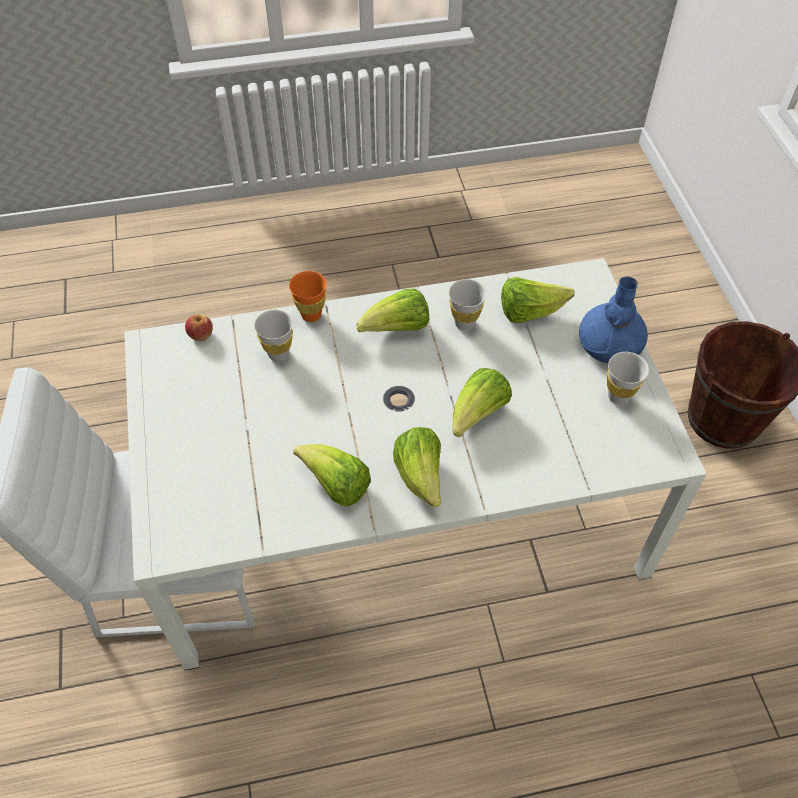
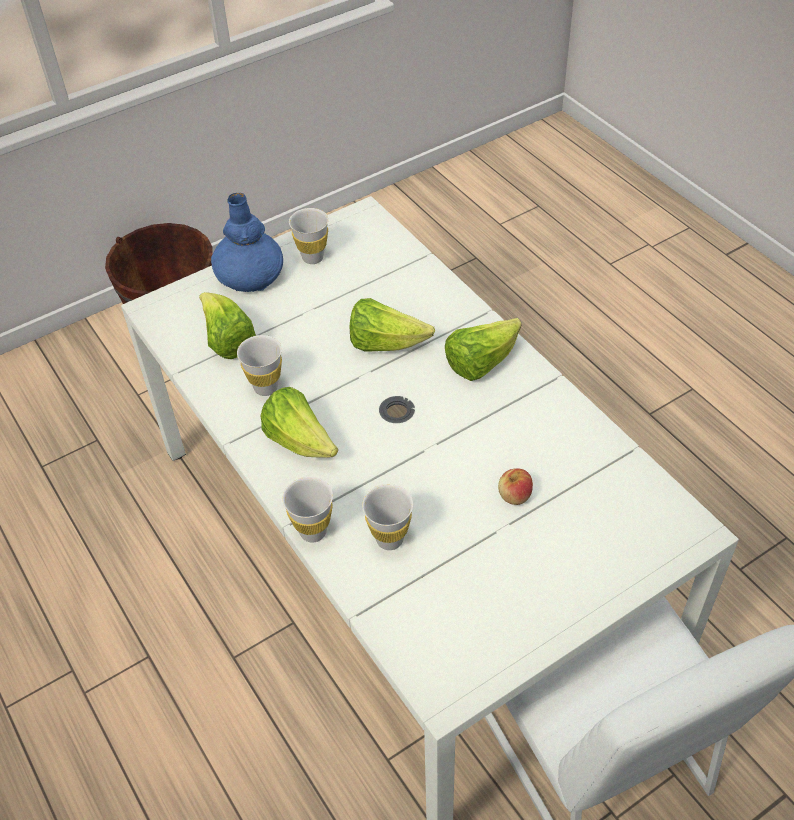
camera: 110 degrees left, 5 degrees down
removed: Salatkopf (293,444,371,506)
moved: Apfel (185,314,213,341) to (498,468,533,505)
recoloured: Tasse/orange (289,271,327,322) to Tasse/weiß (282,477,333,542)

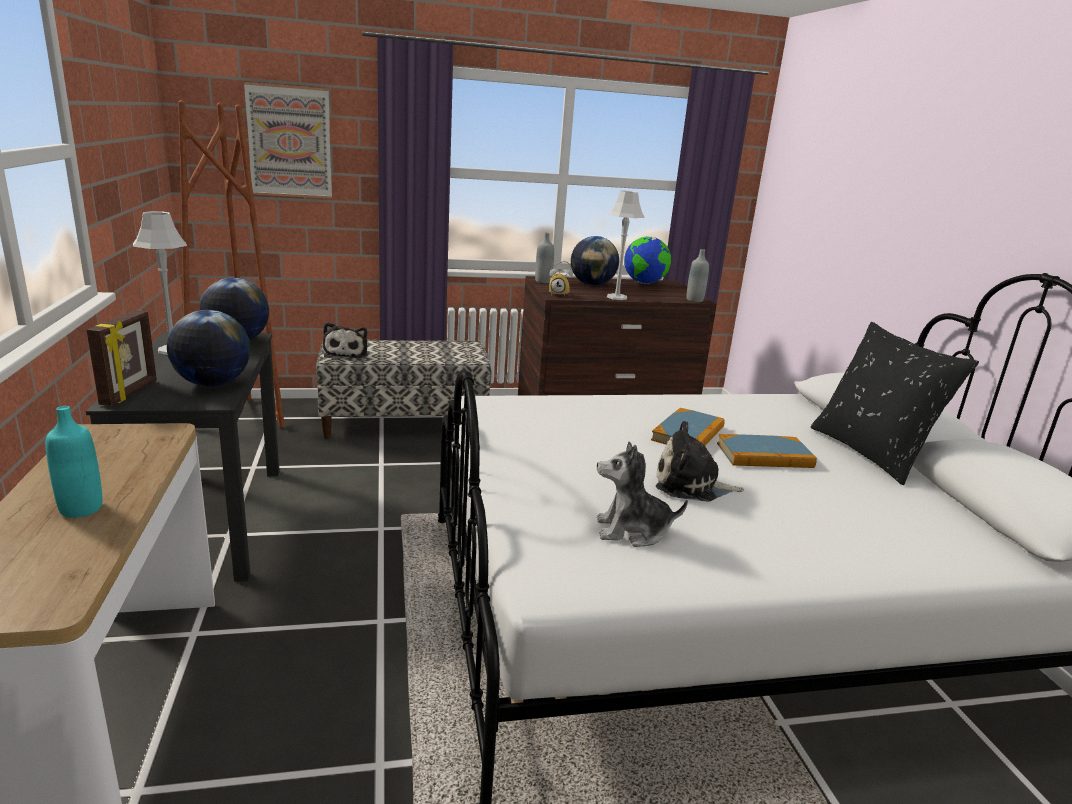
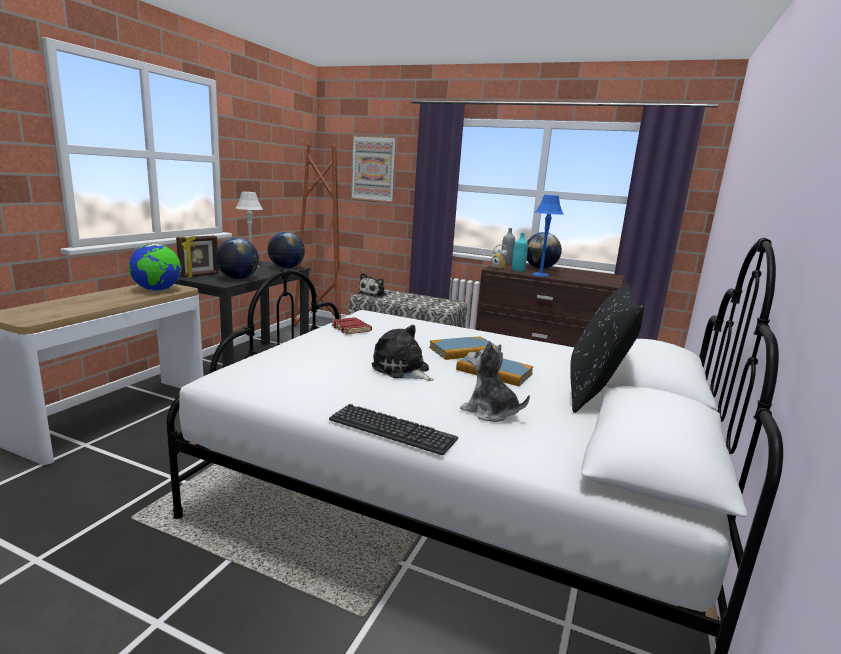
camera: 35 degrees right, 5 degrees down
removed: Flasche/grau (687,249,709,302)
added: Tastatur (329,404,458,455); Buch/rot (332,317,372,334)
moved: Flasche/türkis (46,406,102,518) to (512,233,528,272); Plüschtier (597,441,688,547) to (460,341,530,422); Globus (624,236,671,284) to (129,244,181,291)
recoloured: Tischlampe/grau (607,190,644,300) to Tischlampe/blau (533,195,563,277)

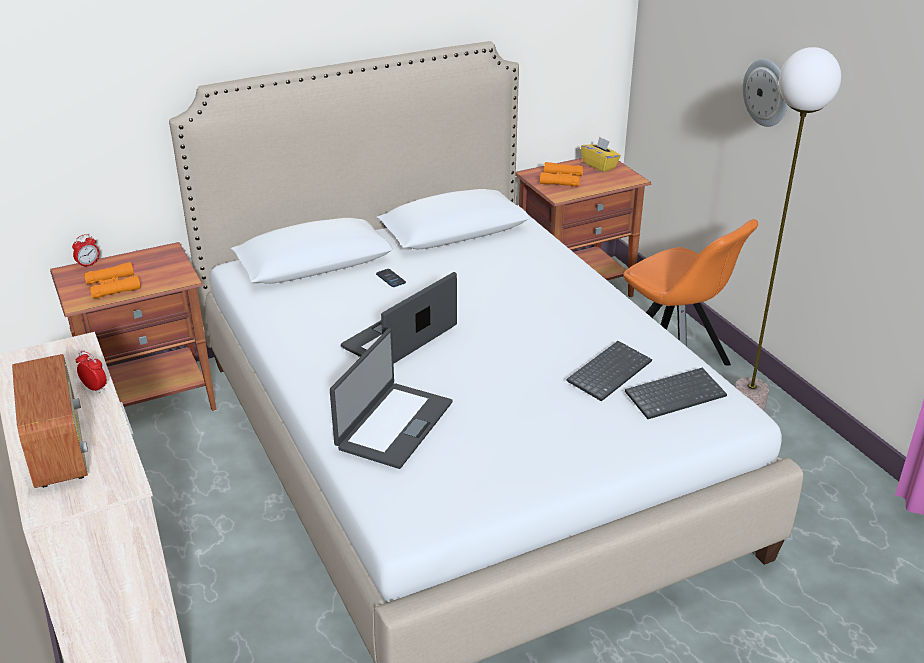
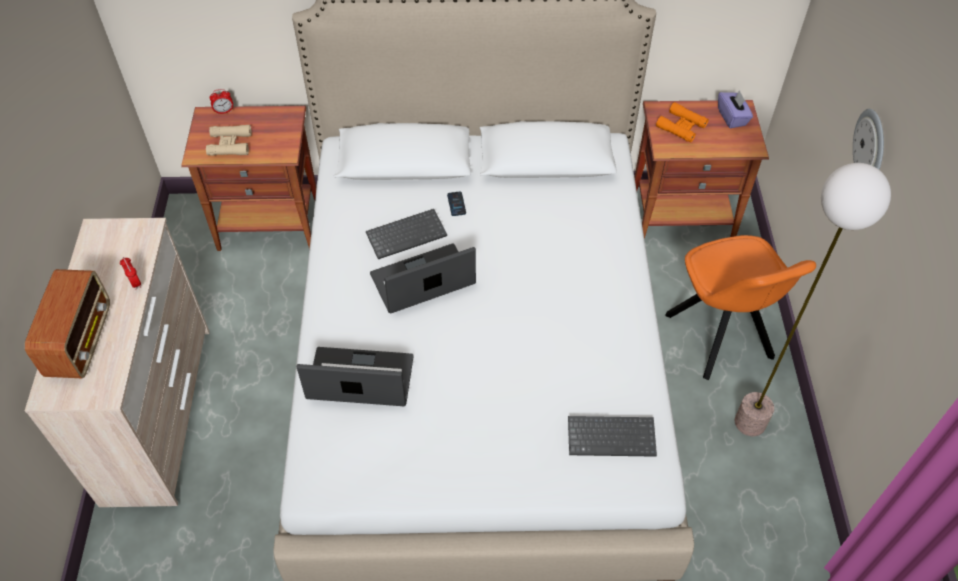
camera: 25 degrees right, 20 degrees up
moved: Tastatur (566,341,652,401) to (366,209,447,259)
recoloured: Fernglas/orange (84,262,141,299) to Fernglas/beige (206,125,252,156); Taschentuchbox/gelb (581,136,621,172) to Taschentuchbox/lila (718,90,753,128)
turned: Laptop (330,329,453,469) = (297,347,414,406) 135 degrees counterclockwise

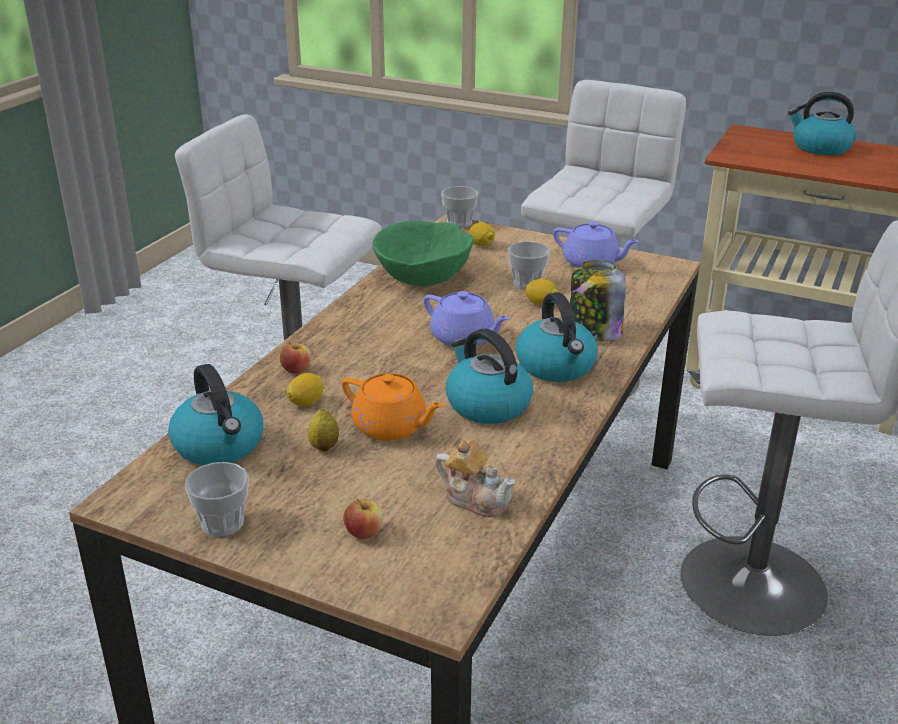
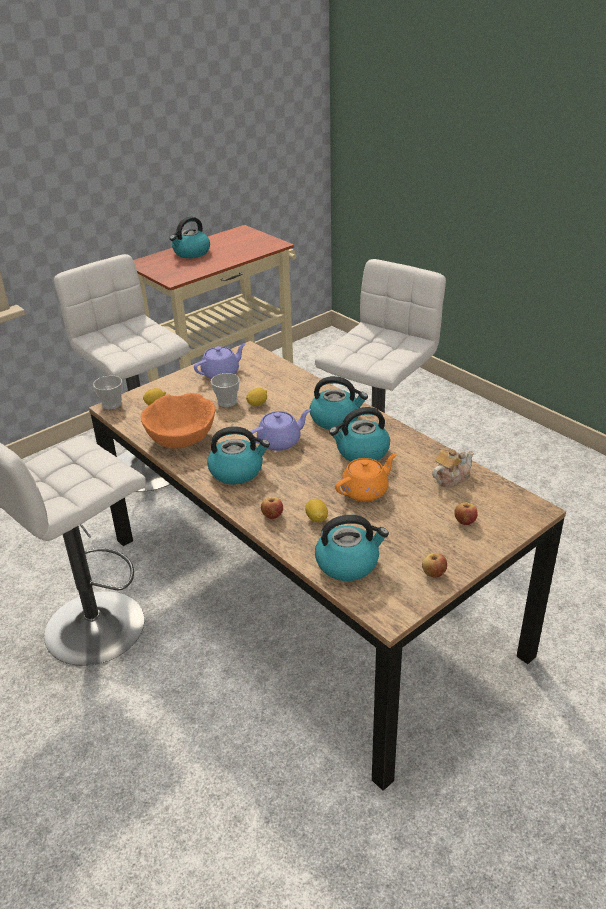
camera: 65 degrees left, 5 degrees up
removed: Zitrone (308,408,339,451); Vorratsglas (570,260,626,342)
added: Wasserkessel (207,426,270,484)
replaced: Tasse (185,462,249,537) to Apfel (422,553,447,578)
recoloured: Schüssel/grün (372,221,474,286) to Schüssel/orange (141,393,215,448)

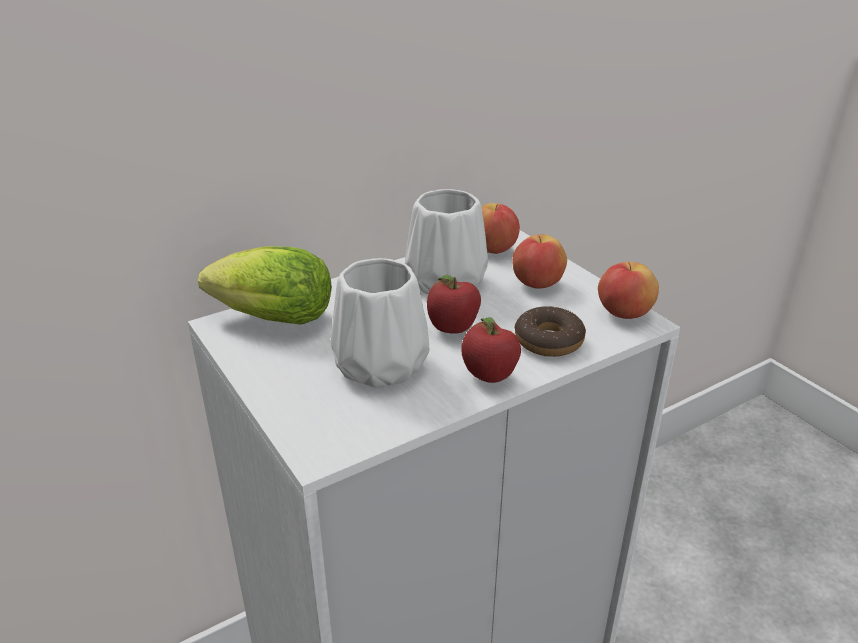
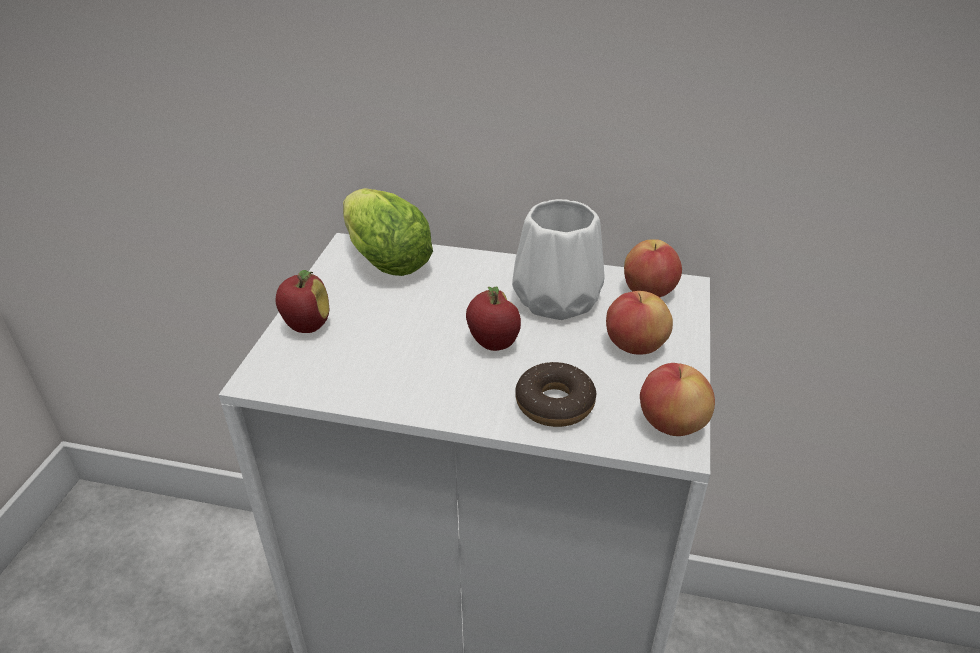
camera: 45 degrees right, 5 degrees up
removed: Vase/weiß (331,258,430,388)
moved: Apfel (461,317,521,383) to (276,270,329,333)

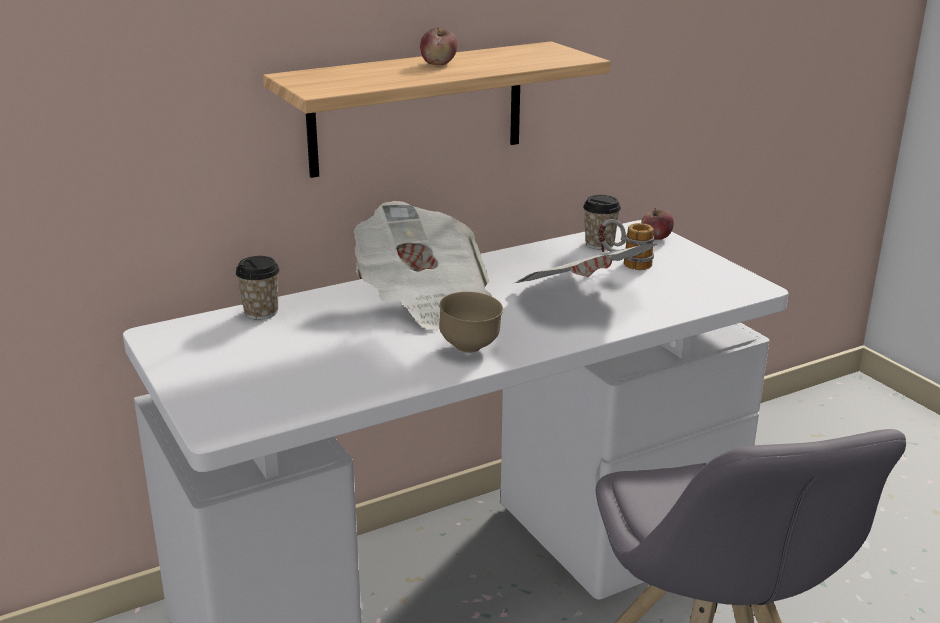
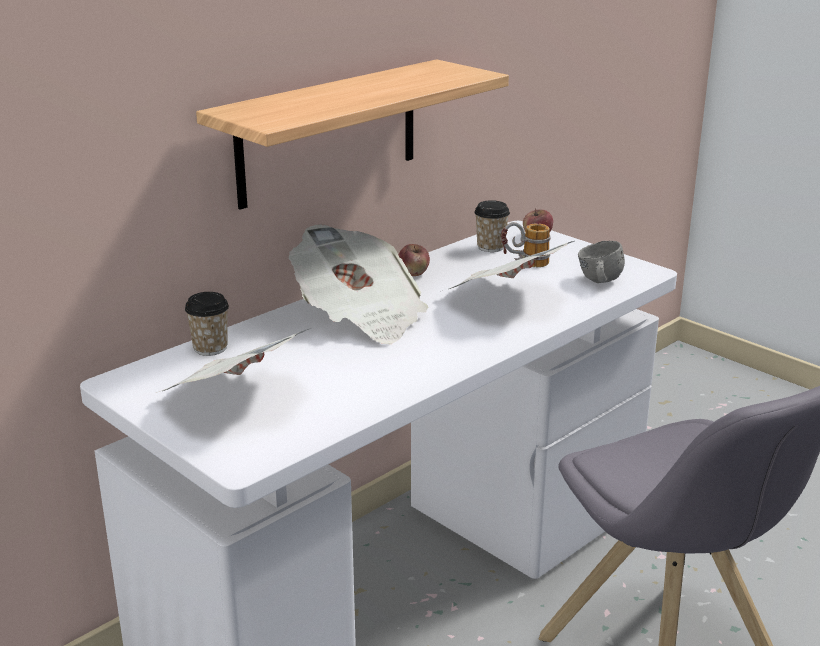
camera: 15 degrees left, 0 degrees up
removed: Schüssel/braun (439,292,503,353)
added: Zeitung (156,328,312,393); Henkelbecher/grau (578,241,625,283)
moved: Apfel (420,27,457,65) to (398,244,430,276)

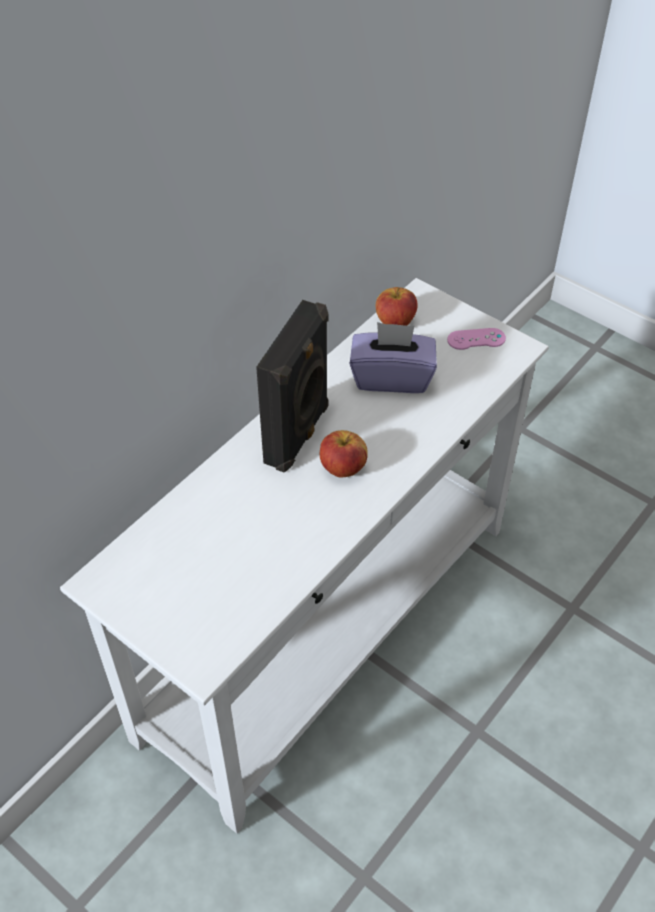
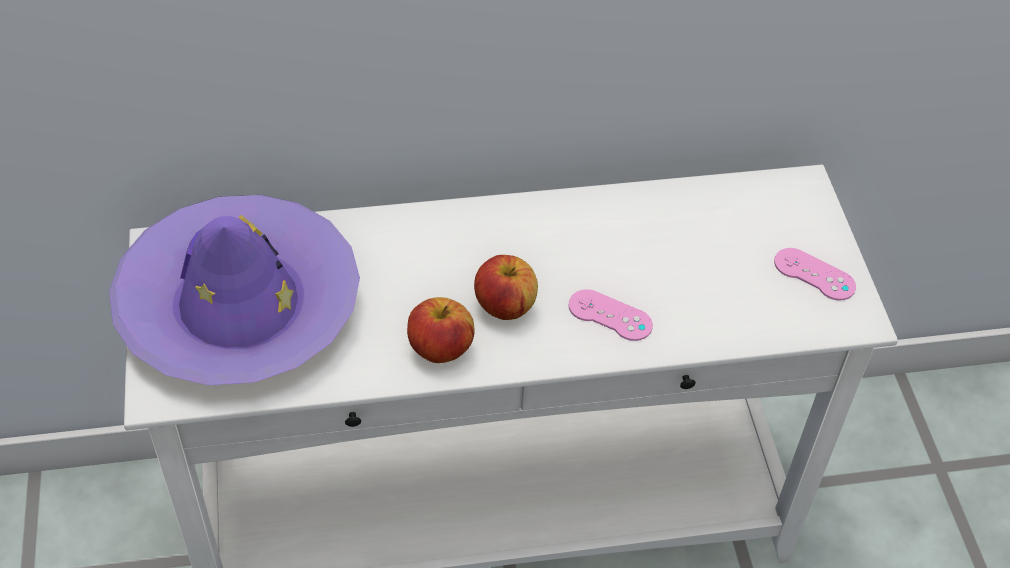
camera: 40 degrees right, 0 degrees up
removed: Lautsprecher/schwarz (256,300,328,473); Taschentuchbox/lila (349,322,437,393)
added: Hut/lila (109,195,360,385); Gamepad/rosa (568,289,653,341)
moved: Apfel (376,287,417,326) to (407,297,474,363)

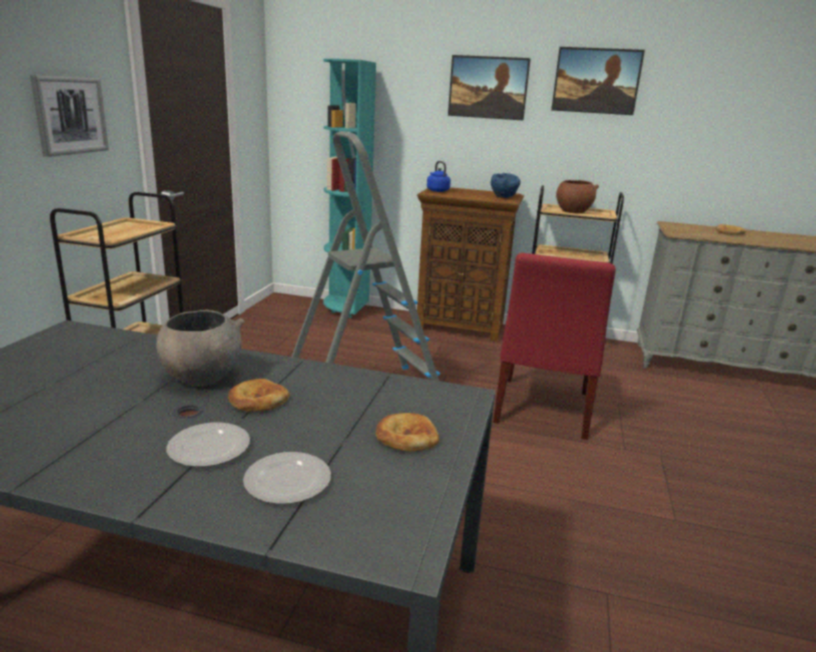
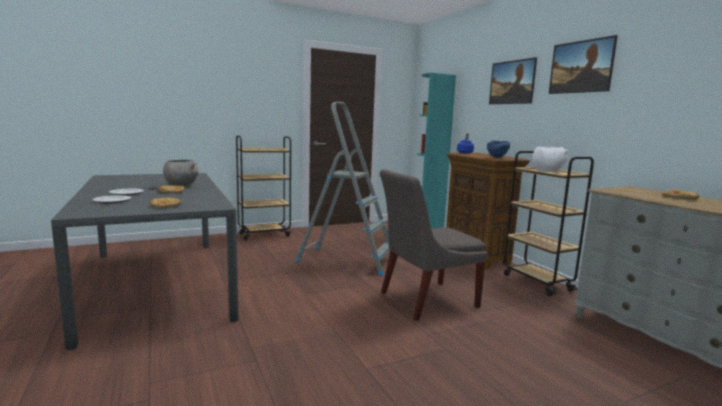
camera: 50 degrees right, 10 degrees down
removed: Bild (30,75,109,157)
recoloured: Stuhl/rot (493,253,616,440) to Stuhl/grau (380,169,487,321); Schüssel/braun (556,180,599,213) to Schüssel/weiß (532,147,568,172)

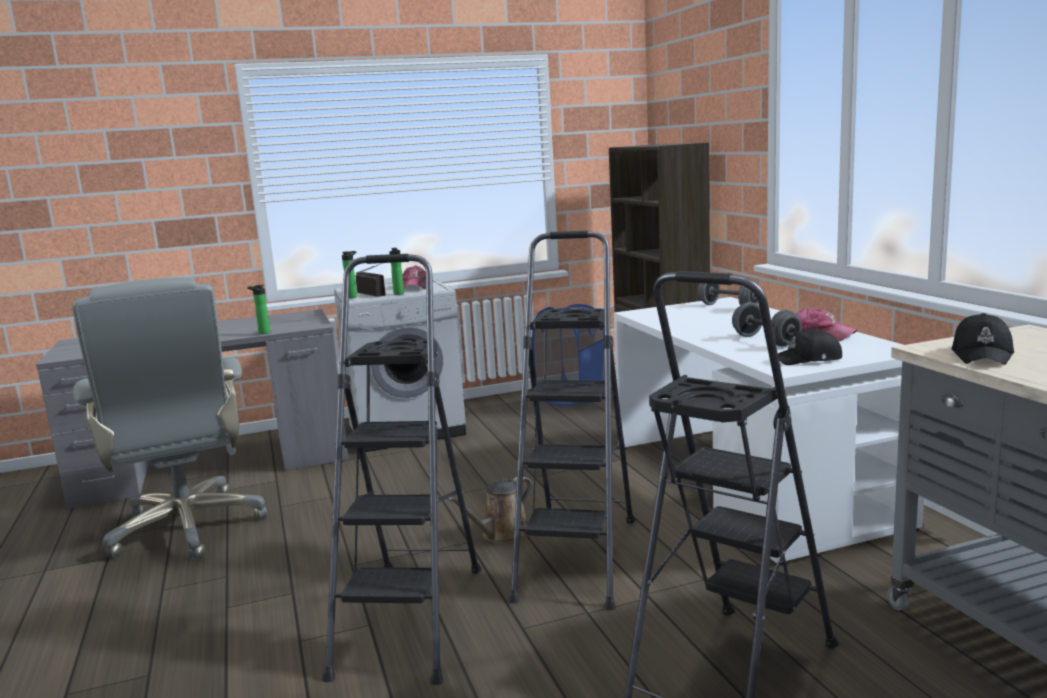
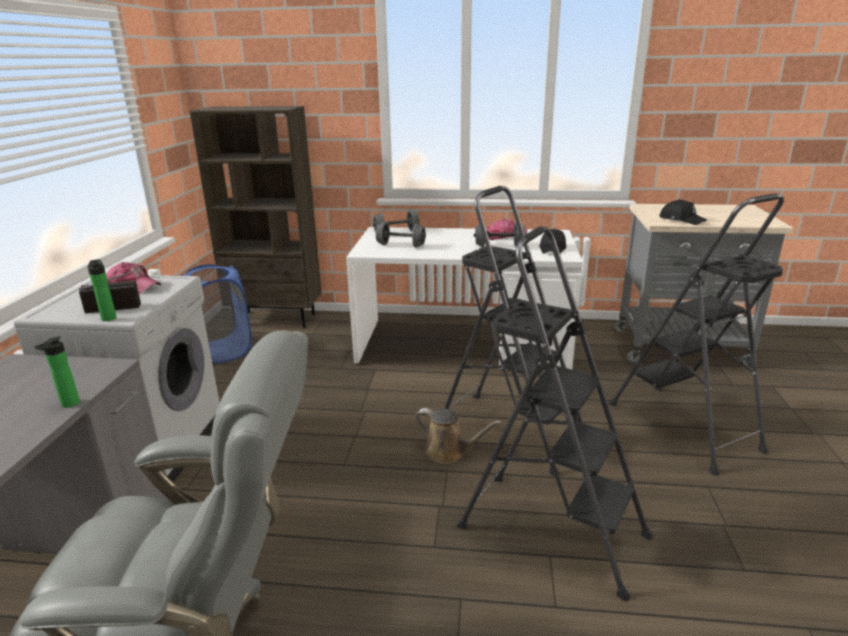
camera: 65 degrees left, 10 degrees up
removed: Flasche (389,248,404,295)
added: Hantel/grau (376,222,426,248)
turned: Gießkanne/braun (447,477,532,544) = (415,408,501,464) 45 degrees counterclockwise

